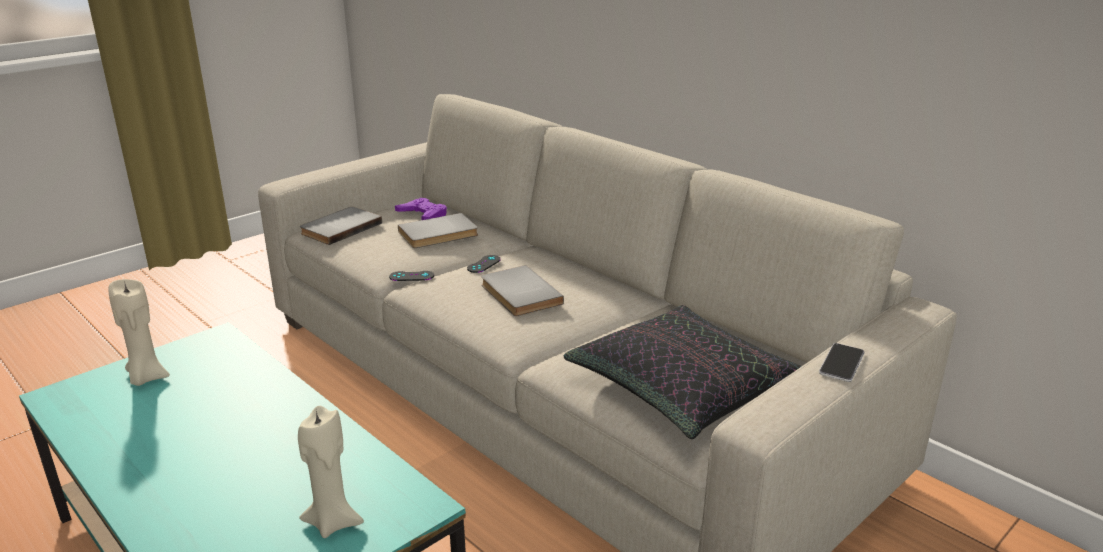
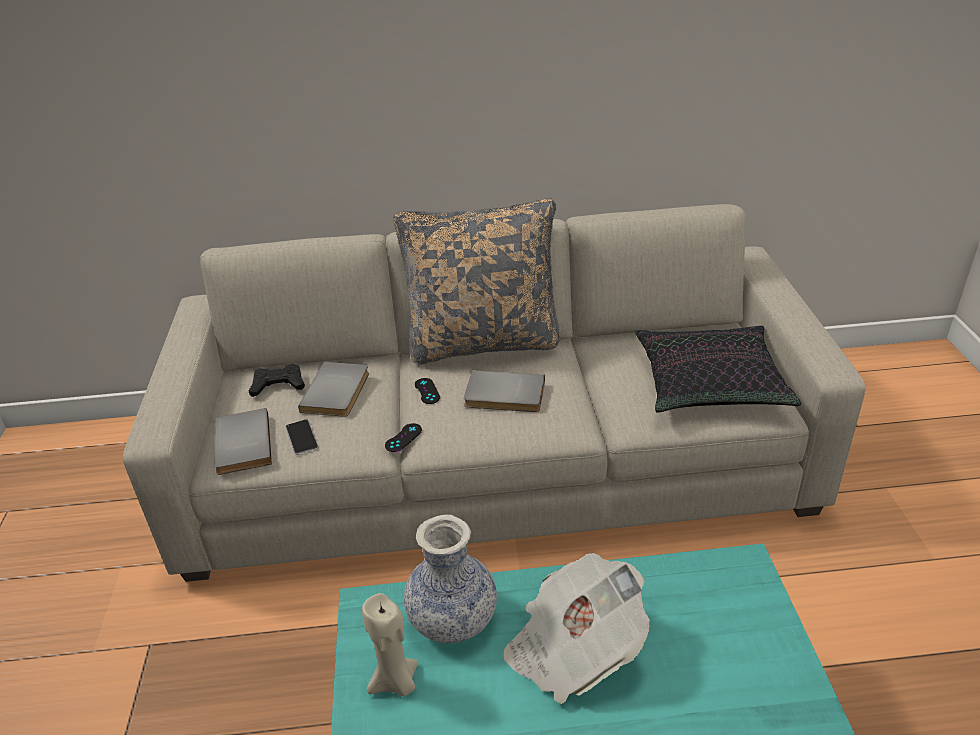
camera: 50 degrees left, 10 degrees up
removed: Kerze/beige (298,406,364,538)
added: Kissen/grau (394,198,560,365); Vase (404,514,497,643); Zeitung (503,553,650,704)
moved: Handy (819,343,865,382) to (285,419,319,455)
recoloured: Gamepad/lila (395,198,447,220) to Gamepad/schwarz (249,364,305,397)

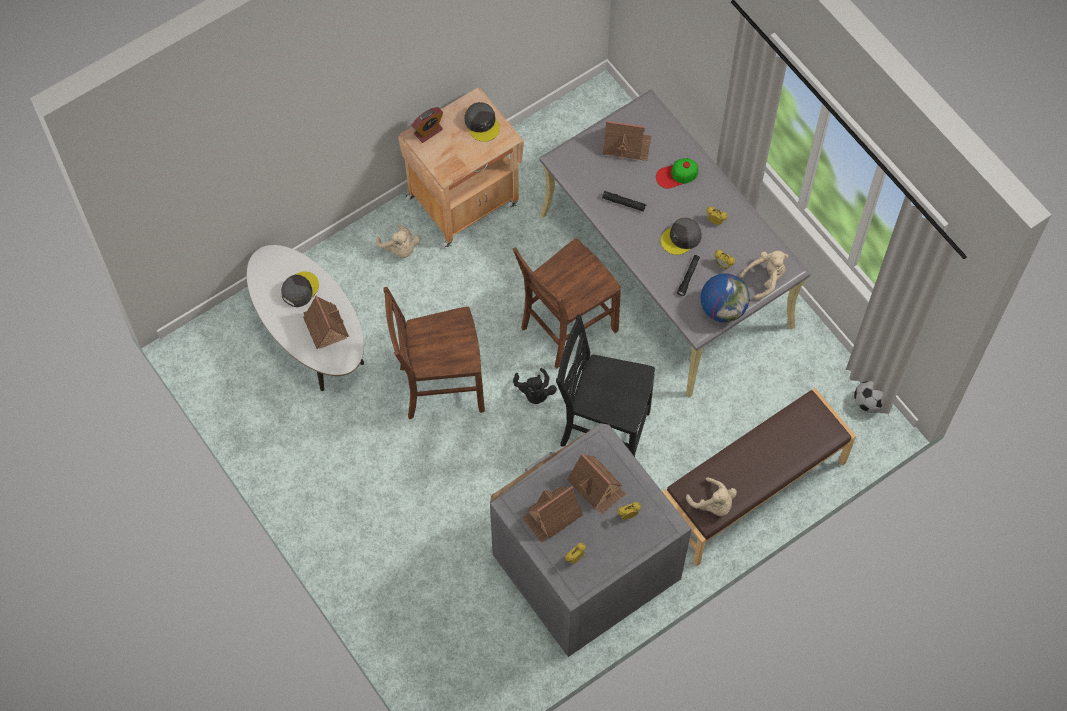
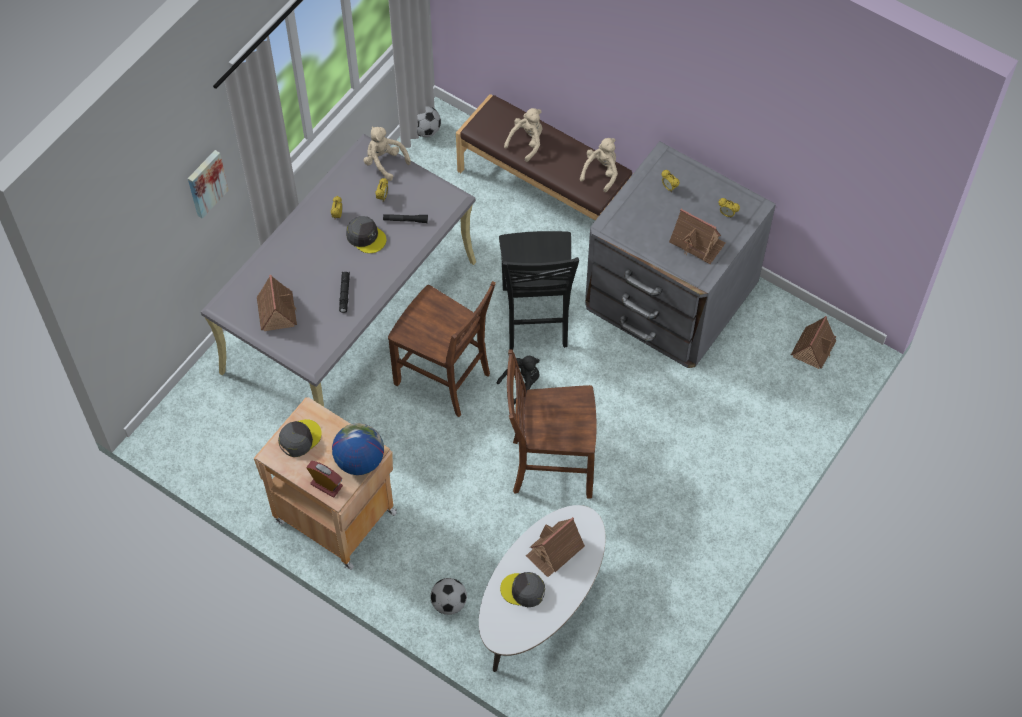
camera: 110 degrees left, 5 degrees down
removed: Kappe (656,158,698,189)
added: Bild (188,150,229,218); Fußball (430,578,467,615)
moved: Plüschtier/beige (376,225,420,258) to (504,108,542,162); Spielzeughaus (567,453,626,514) to (791,316,836,369); Globus (701,274,750,322) to (332,423,384,475)
turned: Stuhl/braun (383,287,485,419) = (507,349,597,498) 120 degrees clockwise

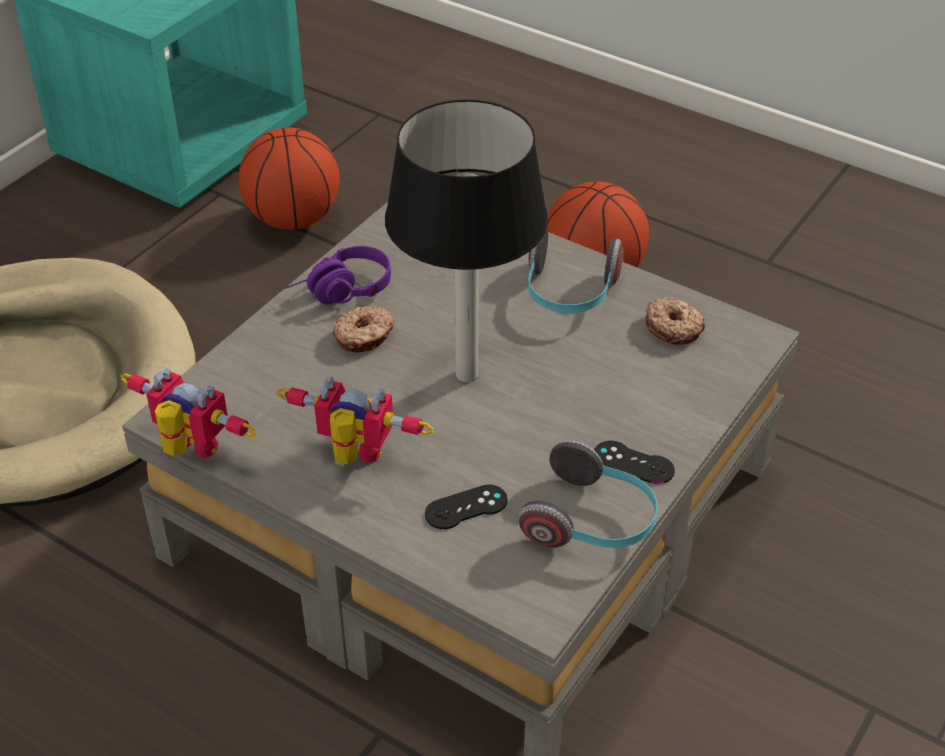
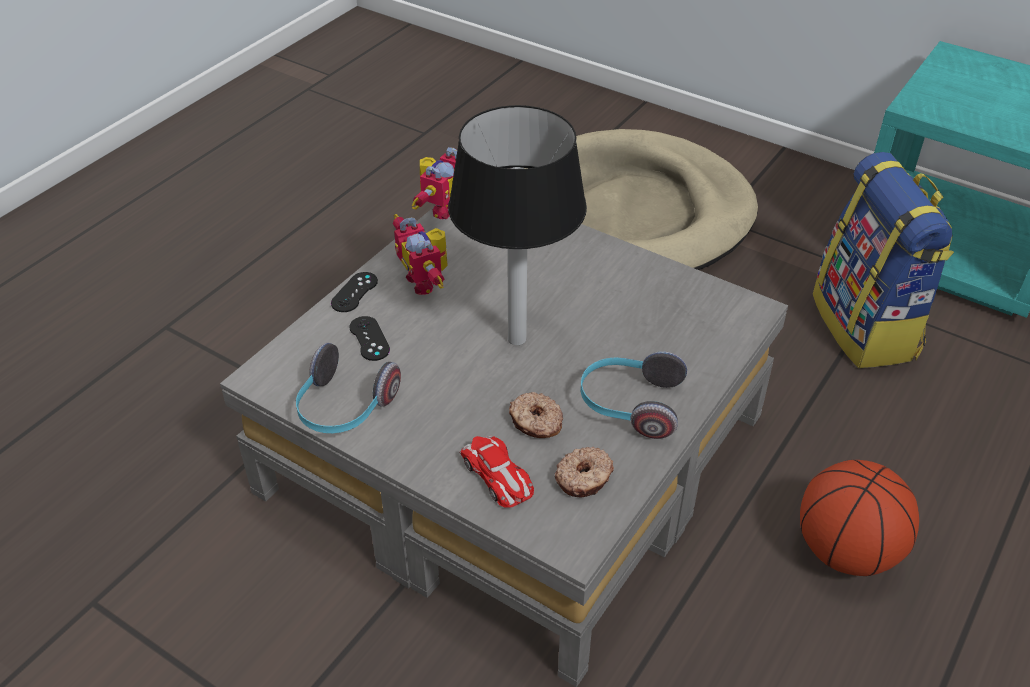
camera: 90 degrees right, 0 degrees up
removed: Kopfhörer/lila (285,246,391,304)
added: Spielzeugauto (459,436,534,508)
moved: Donut (333,305,394,353) to (509,392,563,438); Gamepad/schwarz (594,441,675,484) to (331,272,378,312)
replaced: Basketball (238,127,340,230) to Rucksack (813,152,954,368)
turned: Spielzeugroboter (277,376,434,464) = (393,214,448,295) 135 degrees clockwise

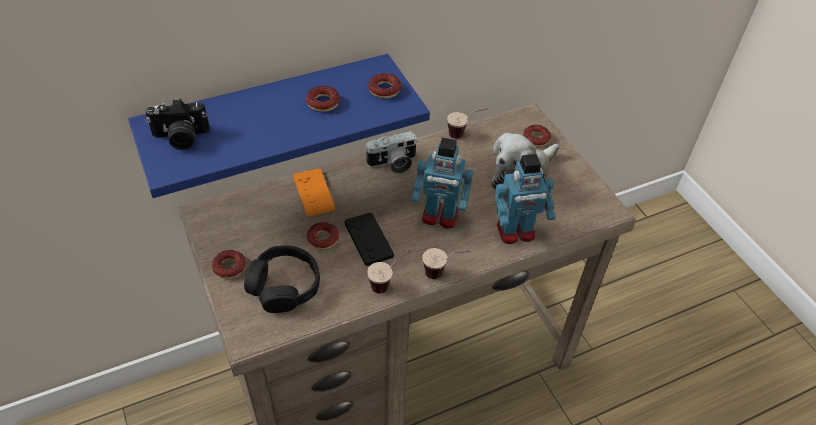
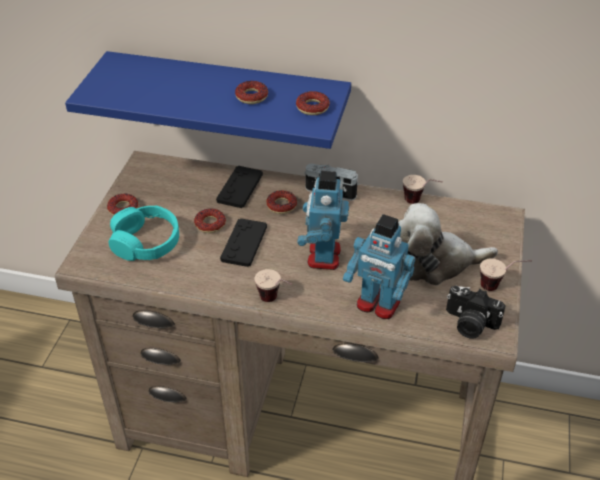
camera: 40 degrees right, 5 degrees down
moved: Kamera (146,99,209,150) to (446,286,506,339); Tasse (367,250,411,294) to (480,259,532,291); Donut (523,125,551,147) to (266,190,297,214)
recoloured: Kopfhörer/schwarz (244,245,320,313) to Kopfhörer/türkis (109,205,179,261); Gamepad/orange (293,168,335,217) to Gamepad/schwarz (216,166,263,208)
turned: Spielzeugroboter (411,138,473,228) = (297,171,349,270) 45 degrees clockwise

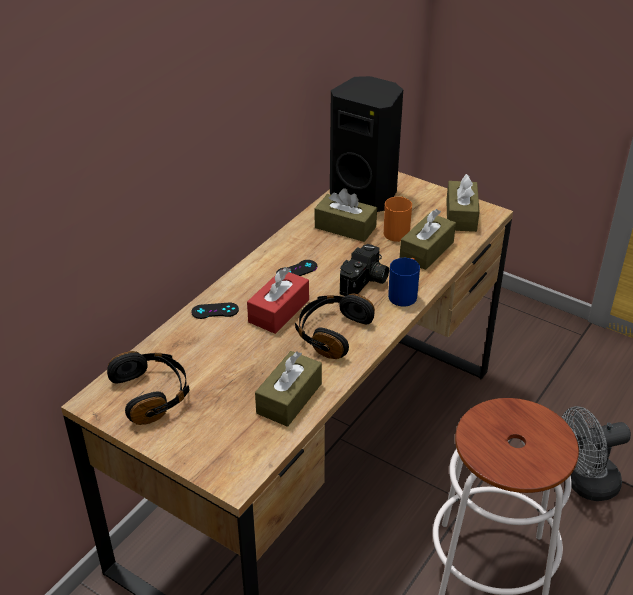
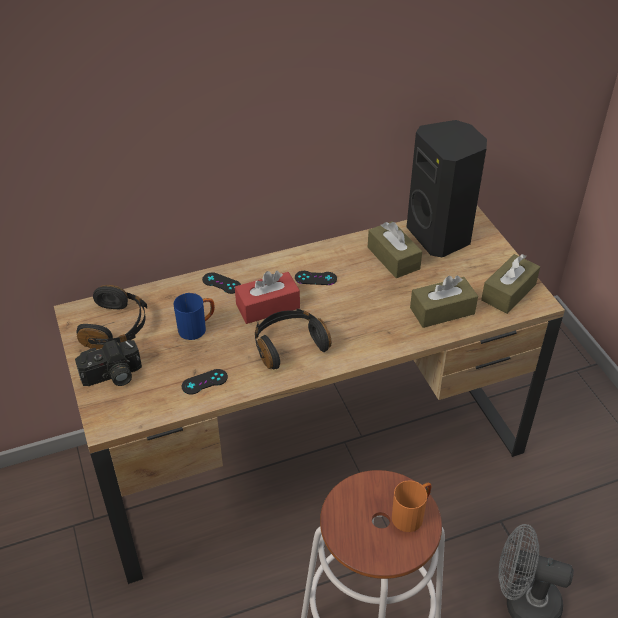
camera: 35 degrees right, 5 degrees up
moved: Kamera (340,244,389,296) to (75,340,142,386); Henkelbecher/orange (384,197,412,242) to (392,480,431,532); Henkelbecher/blau (388,258,420,307) to (174,293,215,340)
replaced: Taschentuchbox/braun (255,351,322,427) to Gamepad/schwarz (182,369,228,394)

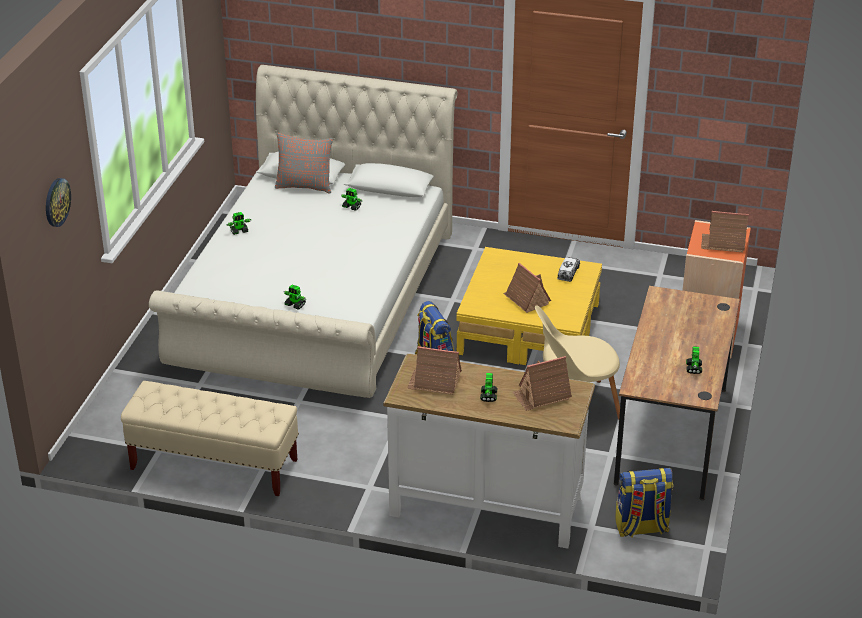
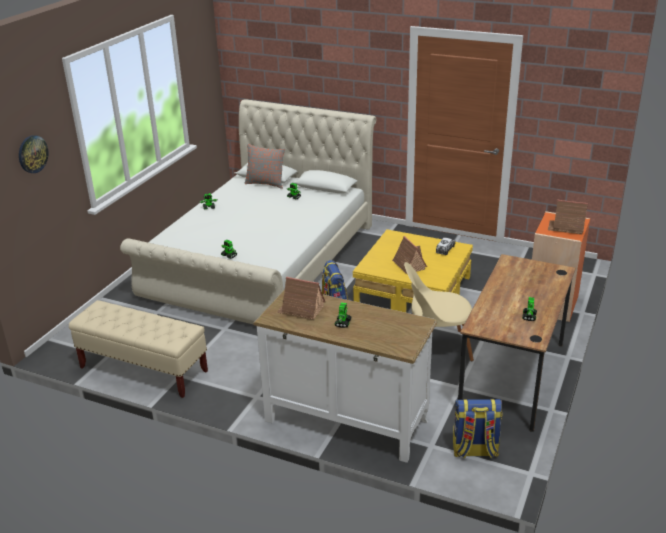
camera: 10 degrees right, 5 degrees down
removed: Spielzeughaus (513,356,572,411)

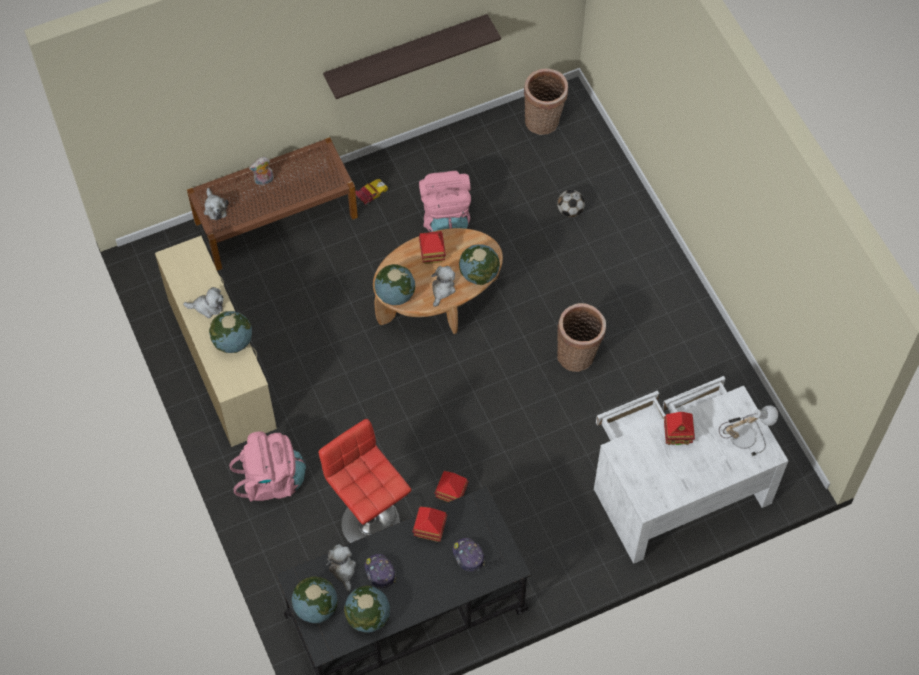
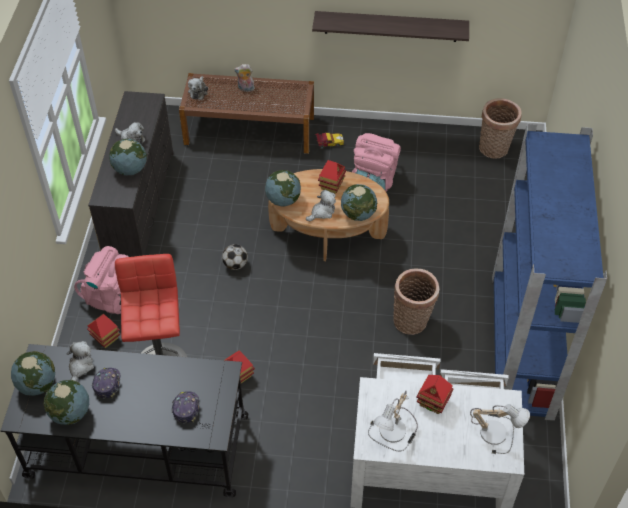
camera: 30 degrees right, 10 degrees down
added: Tischlampe (368,391,418,452); Bücherregal/blau (492,124,607,421)
moved: Spielzeughaus (412,507,447,542) to (87,314,120,348); Fußball (557,190,585,217) to (222,244,248,270)
recoloured: Kommode/beige (155,236,277,447) to Kommode/schwarz (88,91,174,257)

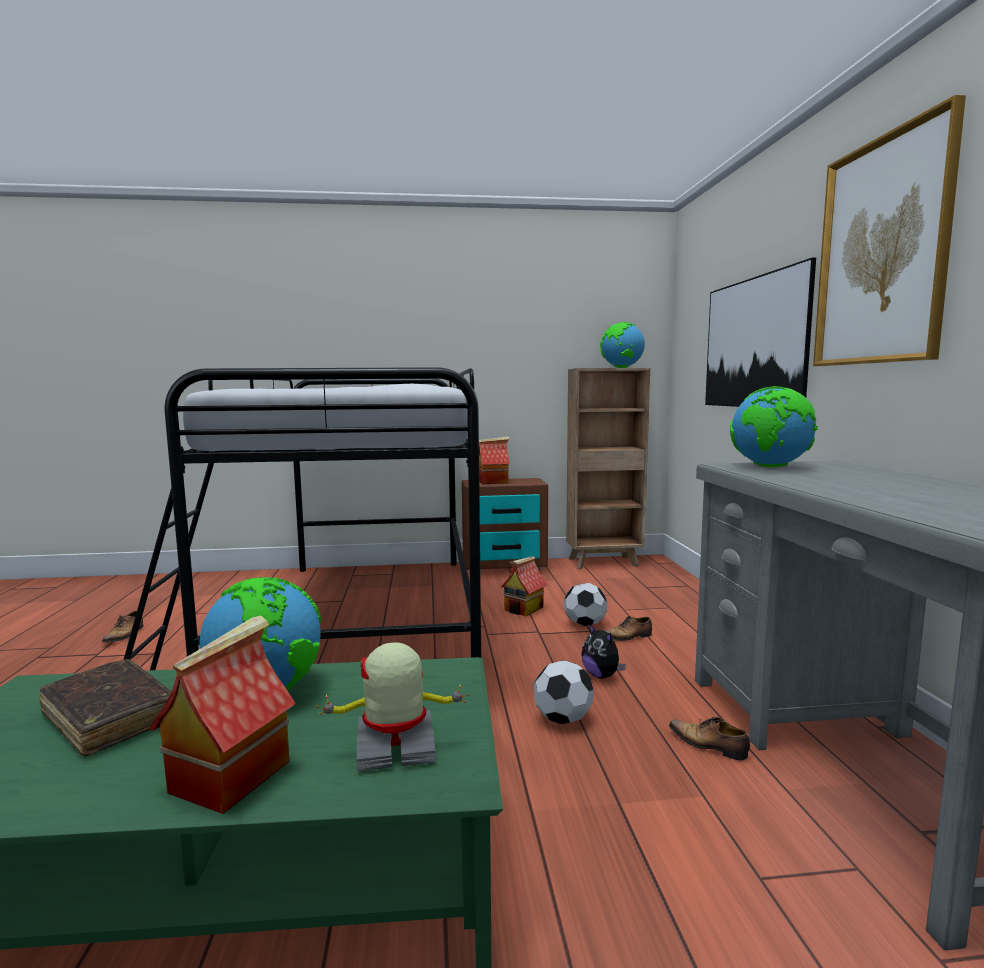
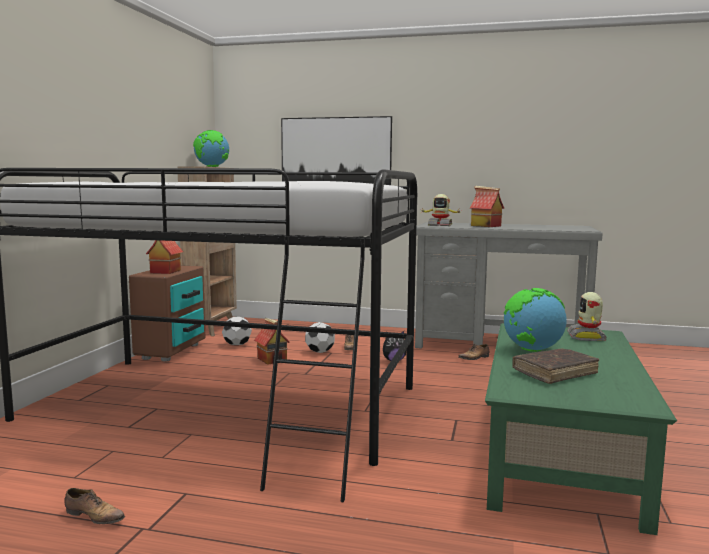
camera: 70 degrees left, 0 degrees up
removed: Bild (813,95,966,366)
moved: Spielzeughaus (149,615,296,814) to (470,186,505,227); Fußball (534,660,593,724) to (222,317,252,345)
replaced: Globus (730,386,818,467) to Spielzeugroboter (421,194,460,226)

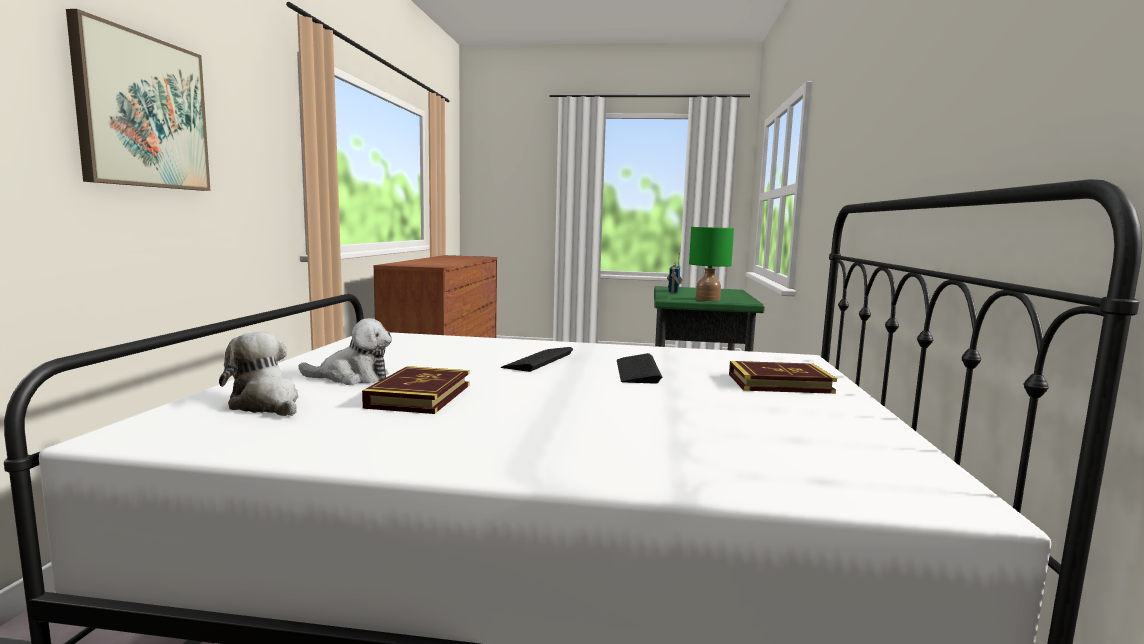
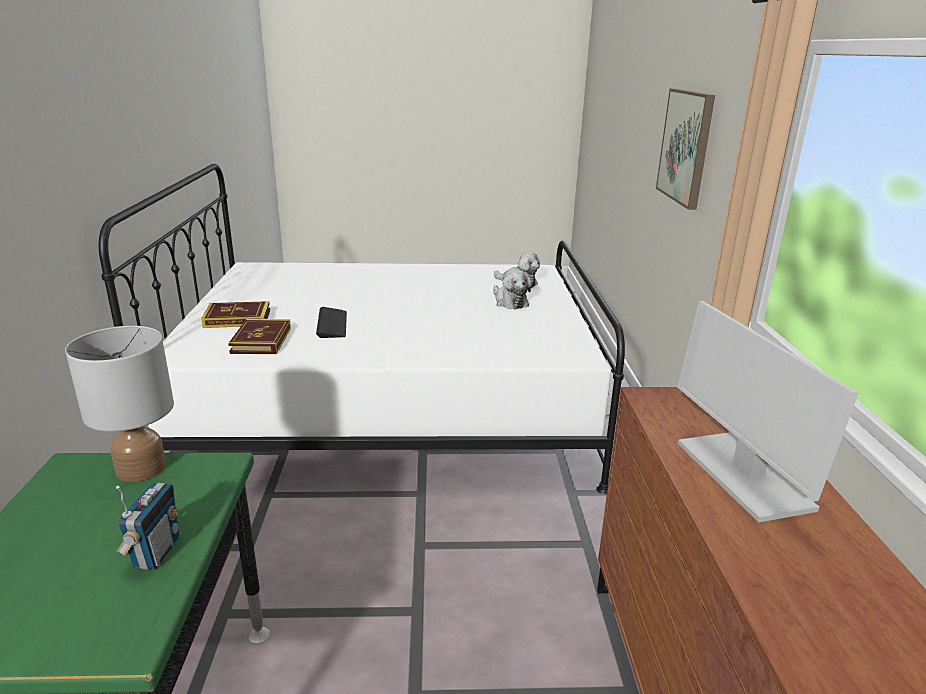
camera: 170 degrees right, 15 degrees up
removed: Tastatur (501,347,573,372)
added: Monitor (677,301,859,523)
moved: Buch (362,366,469,414) to (228,319,291,354)
recoloured: Tischlampe/grün (689,227,734,301) to Tischlampe/grau (65,326,174,482)
turned: Plüschtier (299,318,392,385) = (493,270,531,309) 105 degrees counterclockwise

